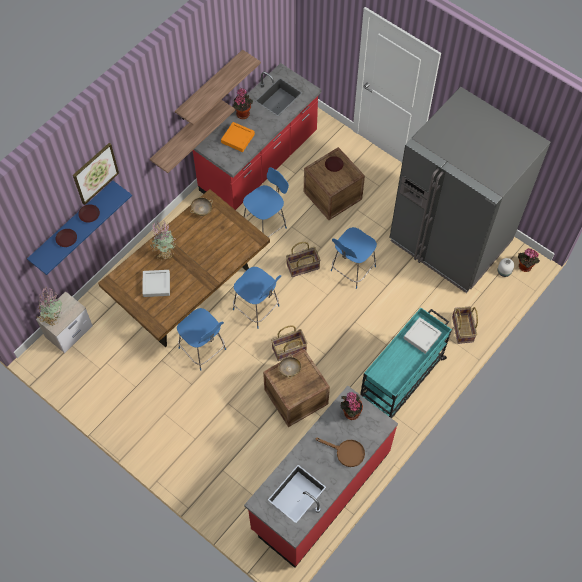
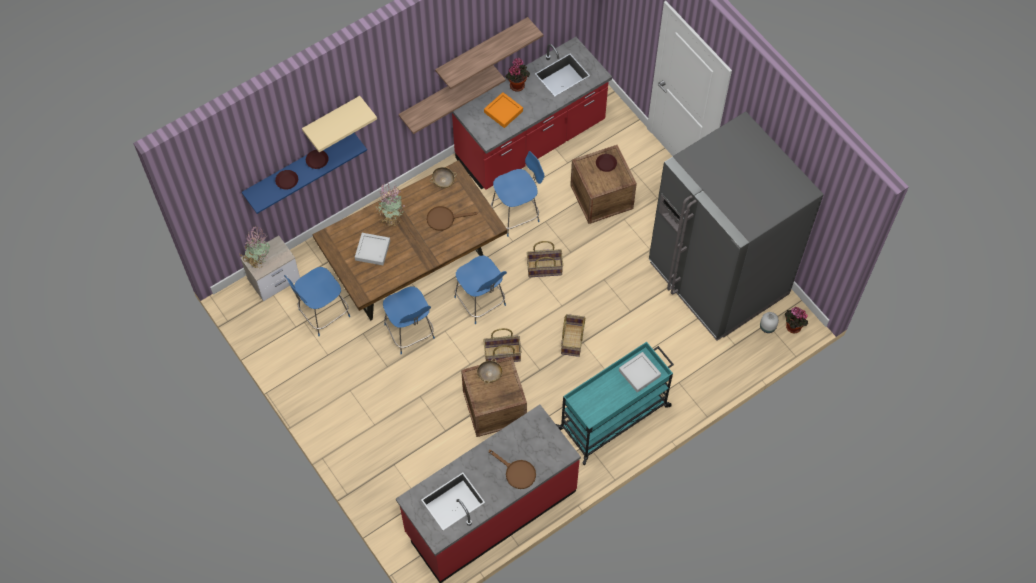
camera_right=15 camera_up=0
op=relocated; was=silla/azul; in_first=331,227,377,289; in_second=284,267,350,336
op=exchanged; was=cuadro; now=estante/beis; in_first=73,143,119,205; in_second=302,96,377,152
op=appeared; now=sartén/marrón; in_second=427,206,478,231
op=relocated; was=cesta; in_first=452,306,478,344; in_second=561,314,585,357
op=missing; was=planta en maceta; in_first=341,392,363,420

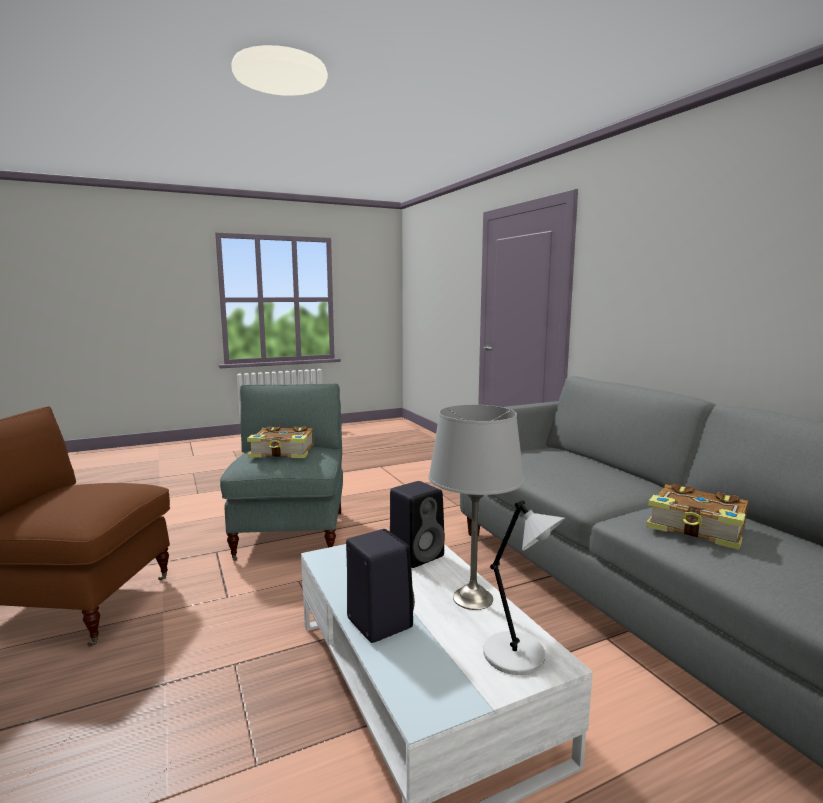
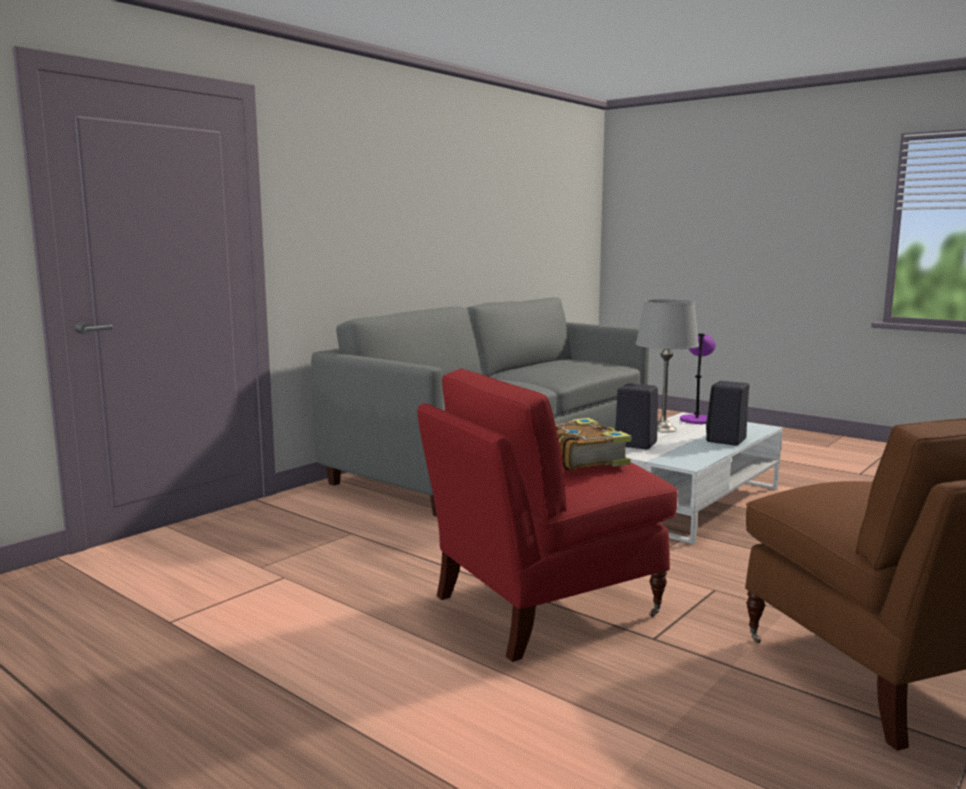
camera_right=-115 camera_up=0
op=colour; was=sillón/gris; now=sillón/rojo; in_first=220,383,343,560; in_second=418,368,678,662
op=colour; was=lámpara de mesa/gris; now=lámpara de mesa/morado; in_first=483,500,565,675; in_second=680,334,716,424
op=missing; was=libro; in_first=646,484,748,550

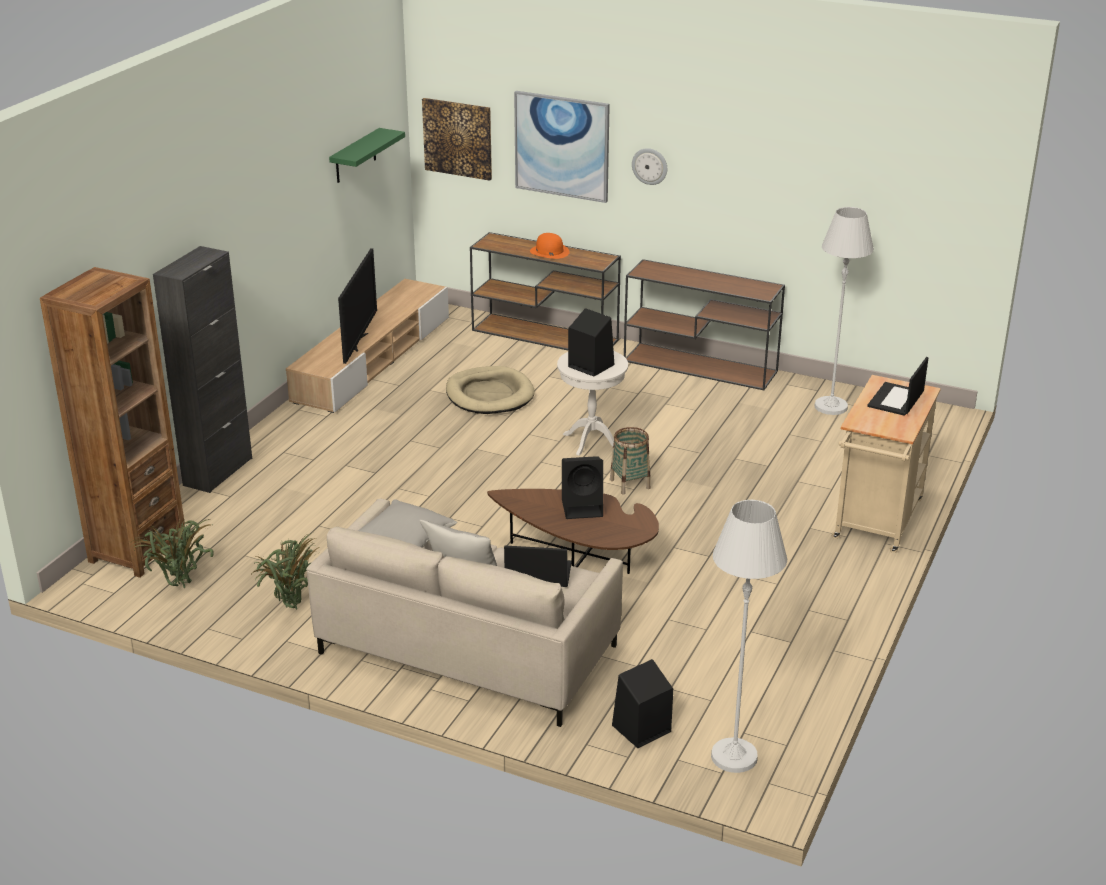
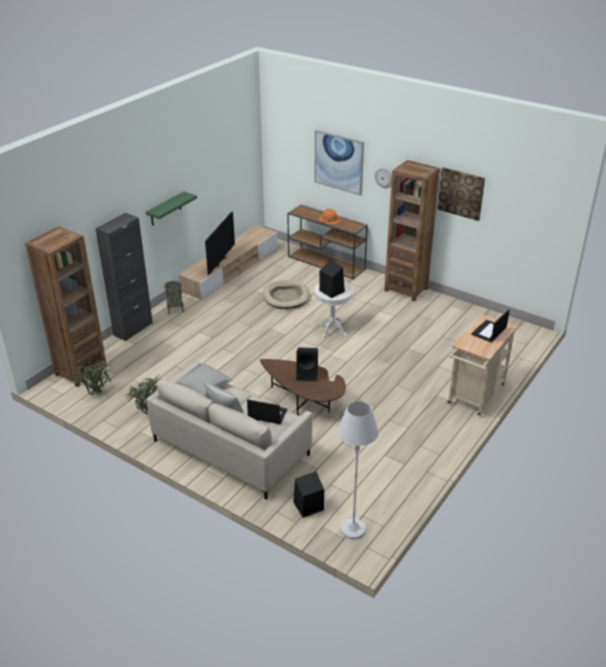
camera_right=10 camera_up=5
op=relocated; was=estante/verde; in_first=329,128,405,183; in_second=146,191,197,225
op=relocated; was=cesta; in_first=610,427,651,495; in_second=164,281,184,314
op=exchanged; was=mesa consola/marrón; now=estantería/marrón; in_first=624,259,785,390; in_second=384,160,440,301
op=relocated; was=cuadro; in_first=422,98,492,181; in_second=437,167,485,221
op=missing; was=lámpara de pie/blanco; in_first=814,207,874,415

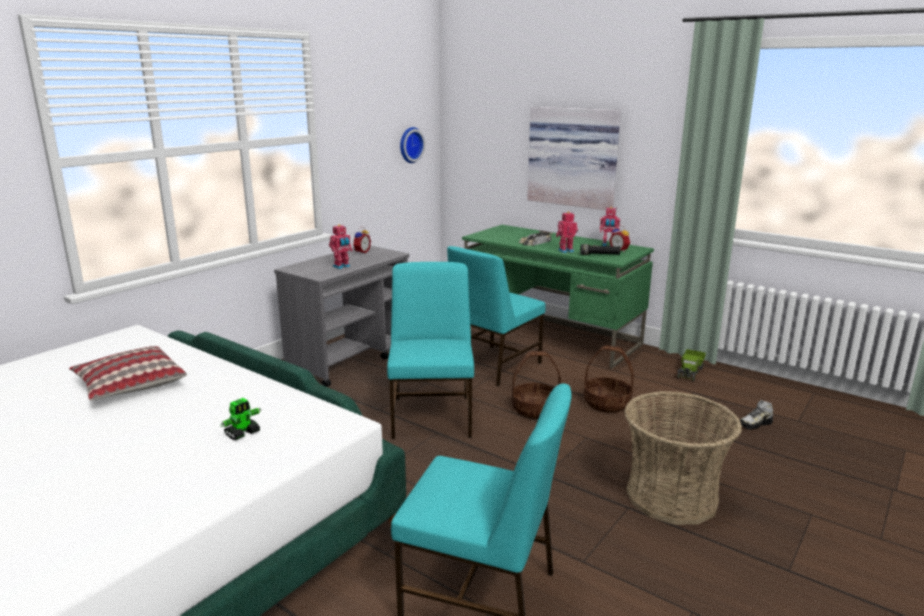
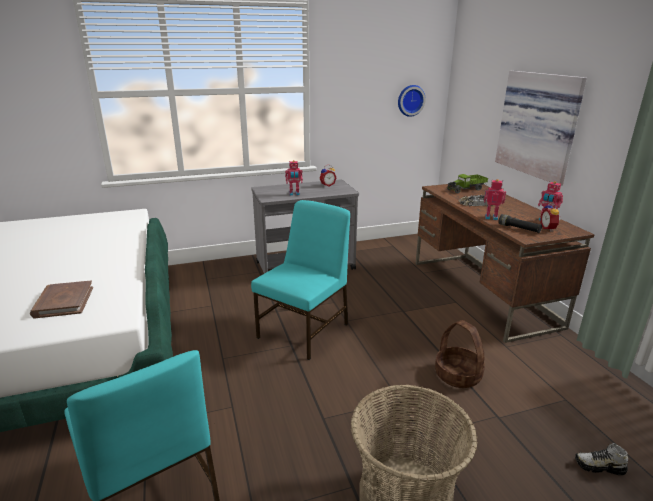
camera_right=35 camera_up=5
op=exchanged; was=robot de juguete; now=libro/marrón; in_first=220,398,261,440; in_second=30,281,93,319
op=colour; was=escritorio/verde; now=escritorio/marrón; in_first=462,225,654,369; in_second=415,184,595,343
op=relocated; was=camión de juguete; in_first=677,349,706,382; in_second=447,174,488,193
op=missing; was=cojín; in_first=69,346,187,401
op=missing; was=silla/turquesa; in_first=447,246,546,386
op=missing; was=cesta; in_first=512,351,561,419

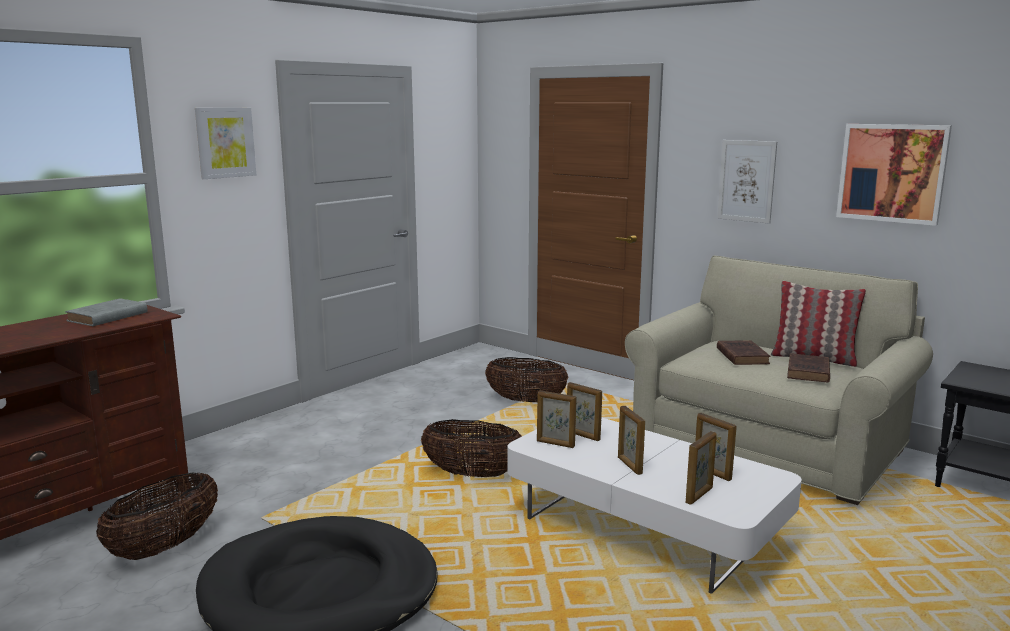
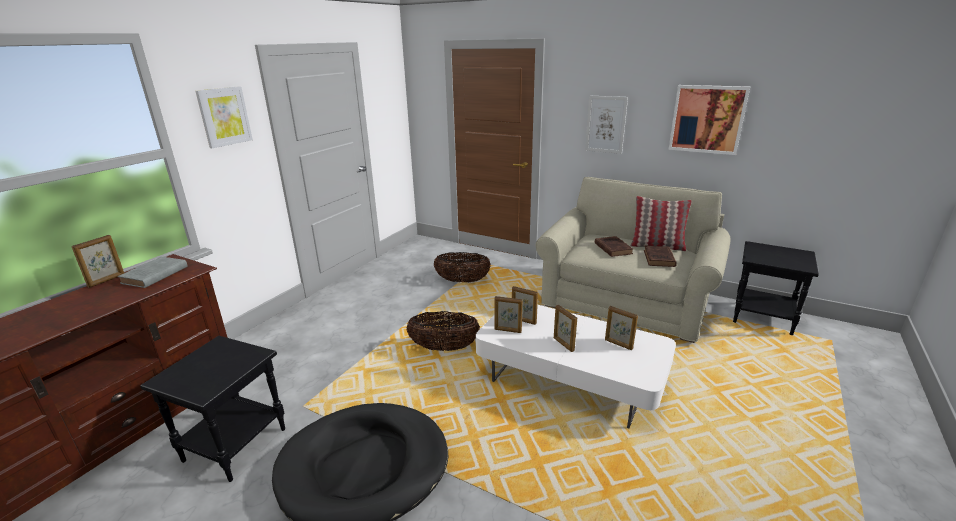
camera_right=-10 camera_up=10
op=relocated; was=portarretratos; in_first=686,431,716,505; in_second=71,235,124,288
op=exchanged; was=cesta; now=mesa auxiliar/negro; in_first=96,472,218,560; in_second=140,336,285,482

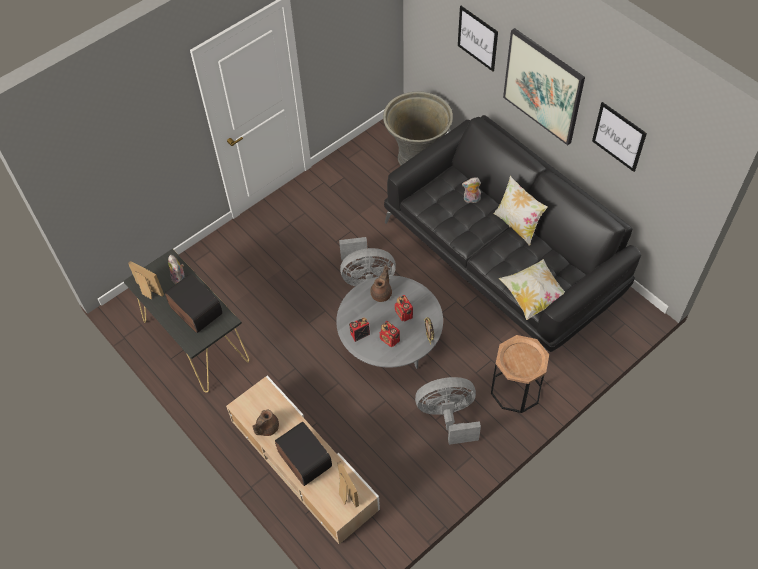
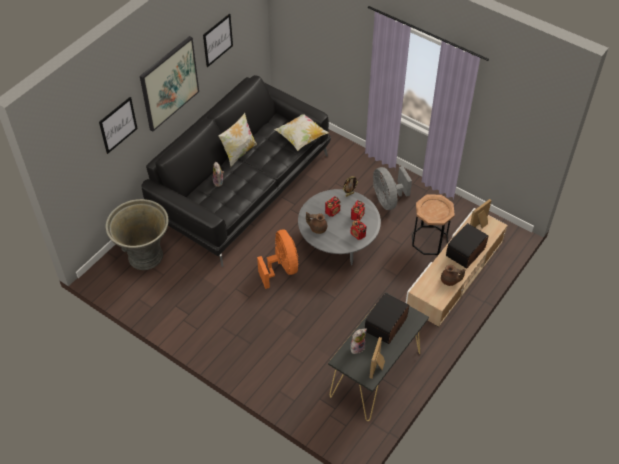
camera_right=-105 camera_up=-5
op=colour; was=ventilador/gris; now=ventilador/naranja; in_first=339,237,396,286; in_second=257,230,298,289
op=relocated; was=mesa auxiliar/marrón; in_first=491,335,549,413; in_second=412,194,455,255

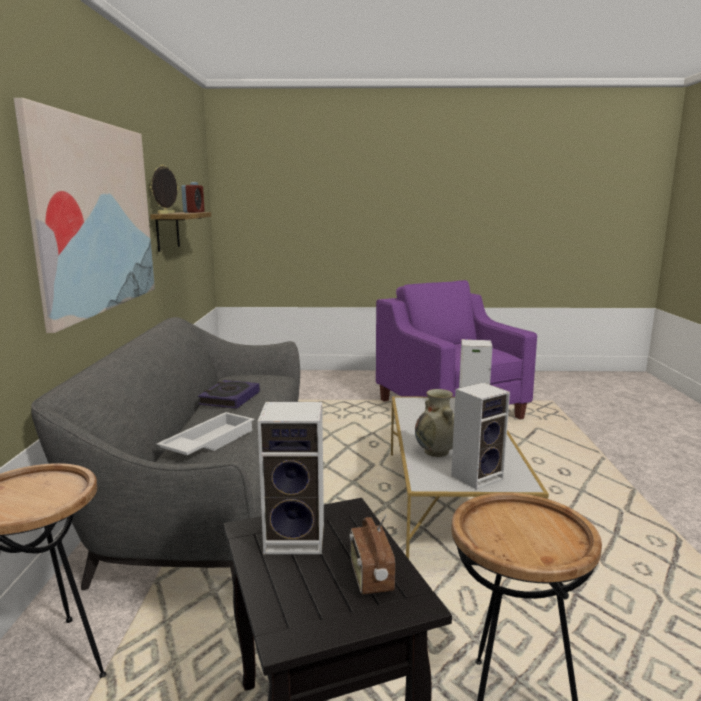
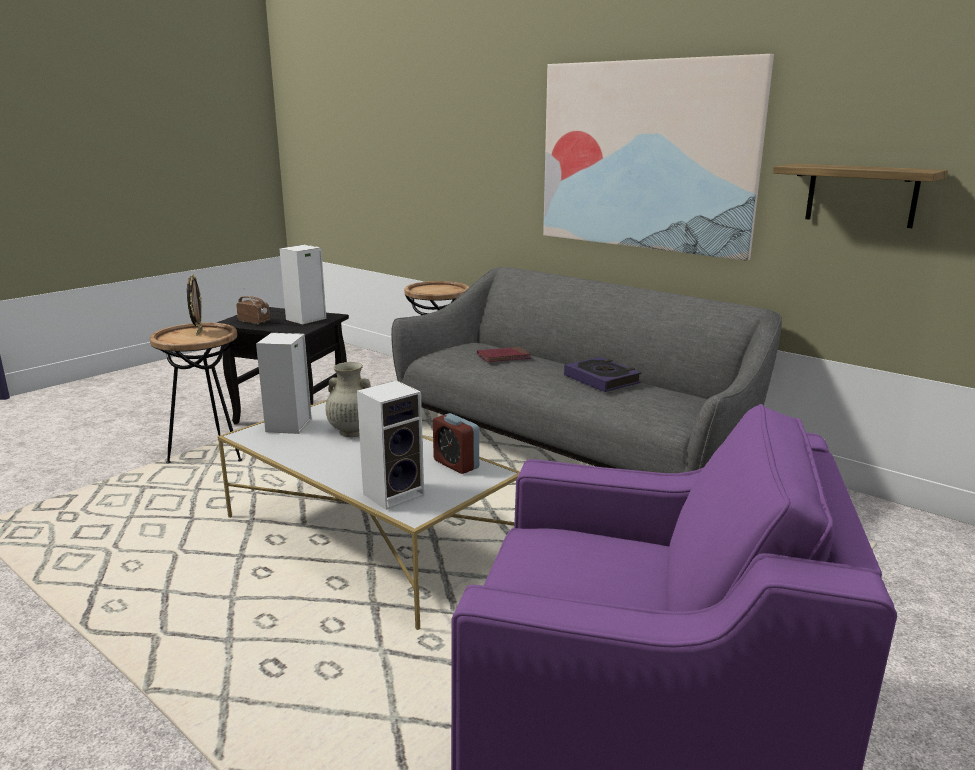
camera_right=130 camera_up=5
op=relocated; was=portarretratos; in_first=149,165,178,214; in_second=187,274,203,336
op=relocated; was=despertador; in_first=181,182,205,213; in_second=433,413,479,474
op=exchanged; was=bandeja/blanco; now=libro/rojo; in_first=156,412,254,455; in_second=477,347,531,362

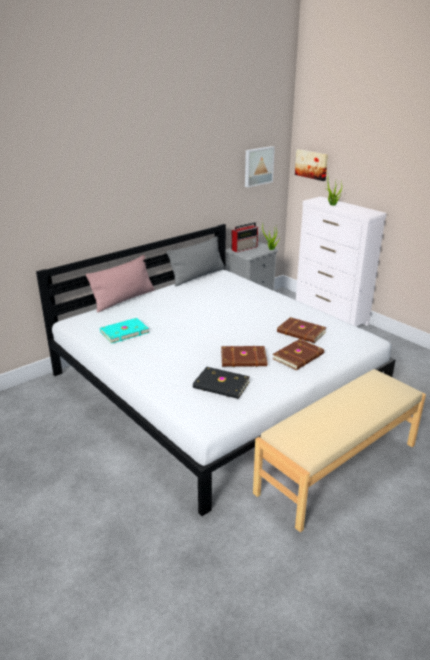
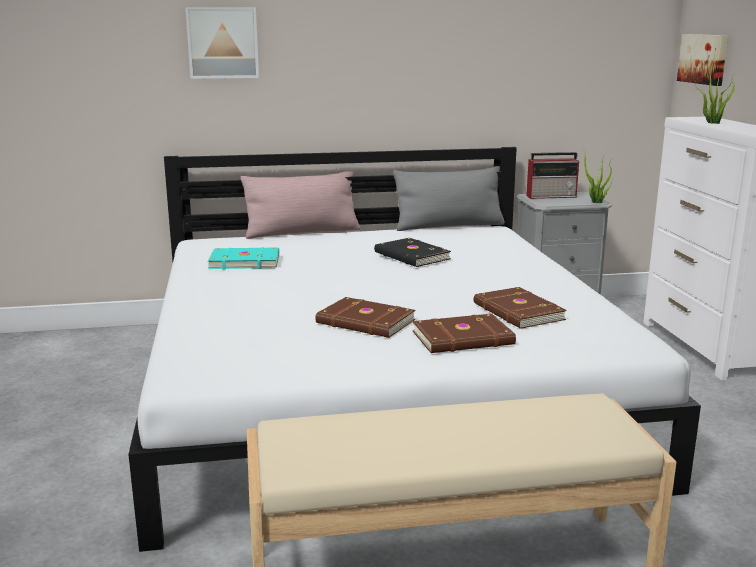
camera_right=30 camera_up=-10
op=relocated; was=cuadro; in_first=245,146,275,187; in_second=185,7,259,79
op=relocated; was=libro/negro; in_first=193,367,250,399; in_second=374,238,451,267

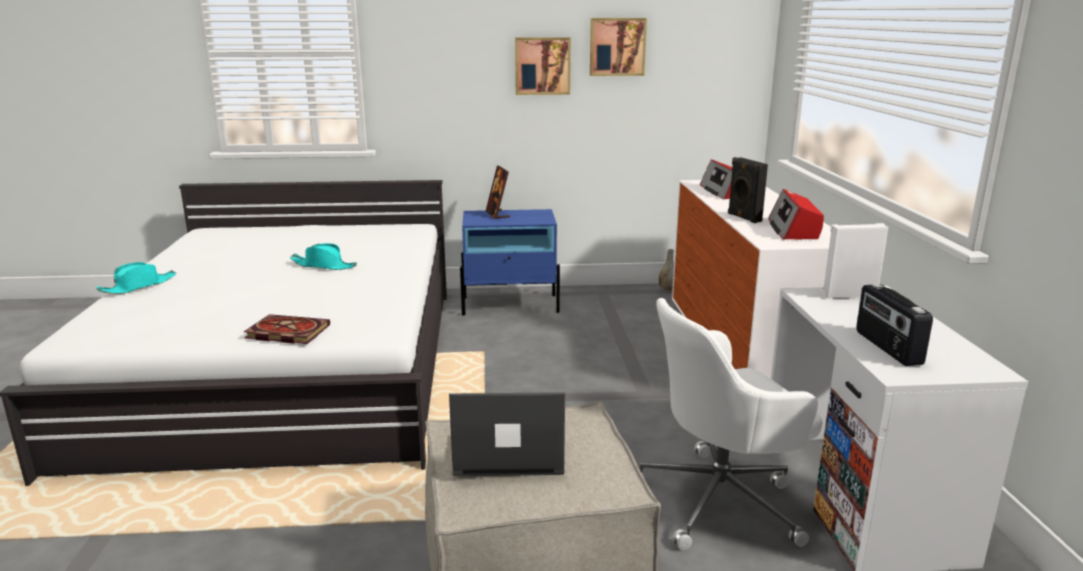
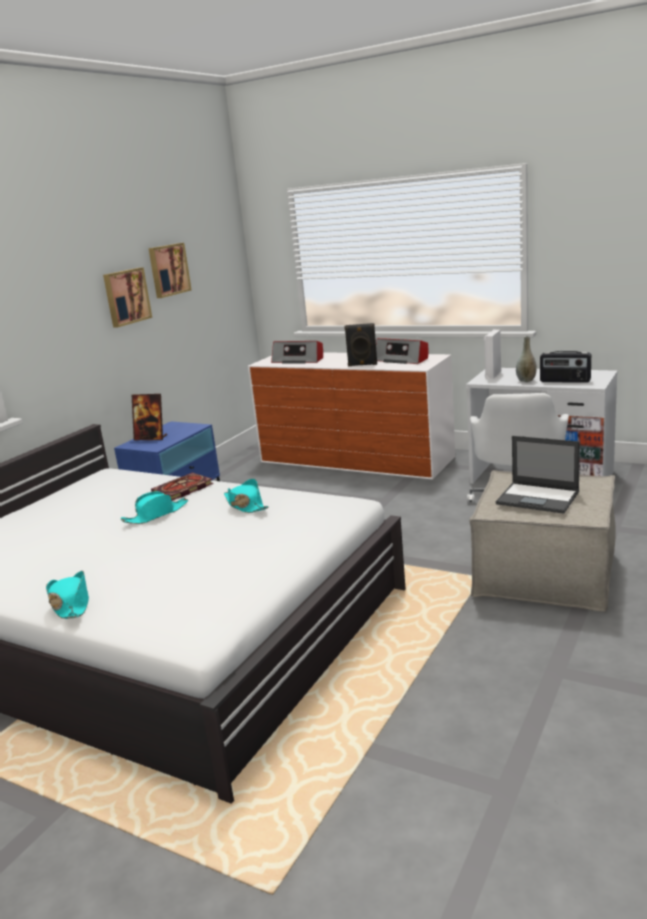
camera_right=-55 camera_up=0
op=relocated; was=libro; in_first=244,314,330,344; in_second=151,473,214,501
op=appeared; now=sombrero/turquesa; in_second=224,479,269,513
op=spun; was=portátil; in_first=449,392,565,476; in_second=496,436,580,514; clockwise=-90
op=relocated; was=florero/gris; in_first=659,249,674,292; in_second=516,336,537,382

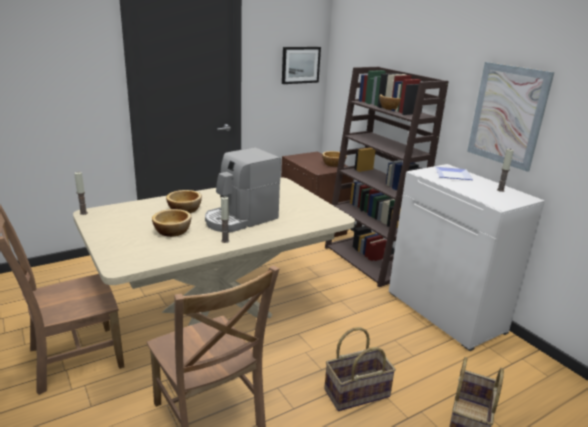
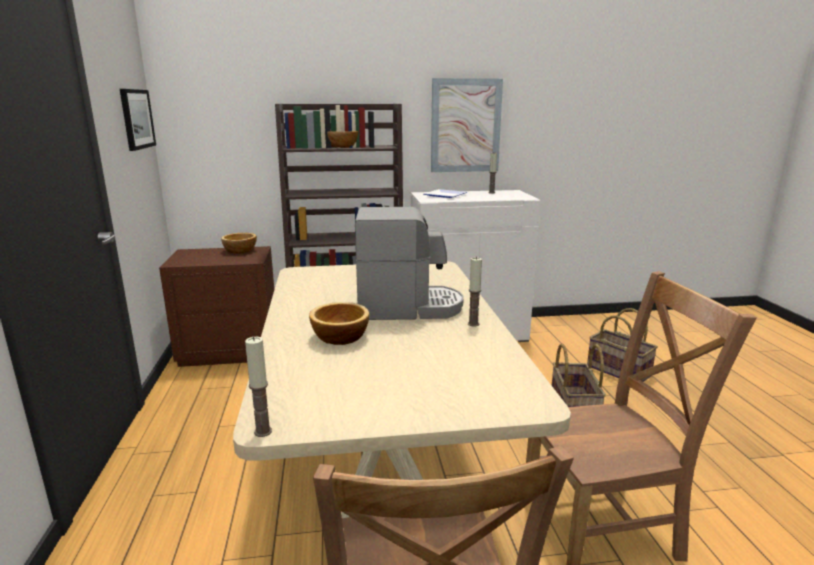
camera_right=-65 camera_up=-5
op=spun; was=cafetera; in_first=205,147,281,232; in_second=355,207,464,320; clockwise=-75
op=missing; was=cuenco; in_first=152,209,191,237

